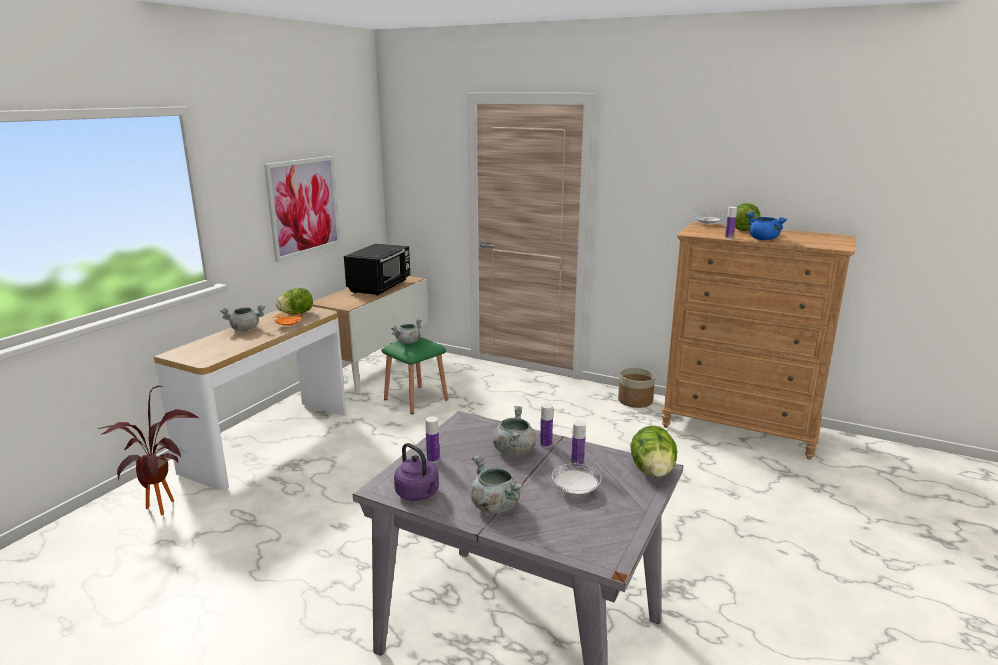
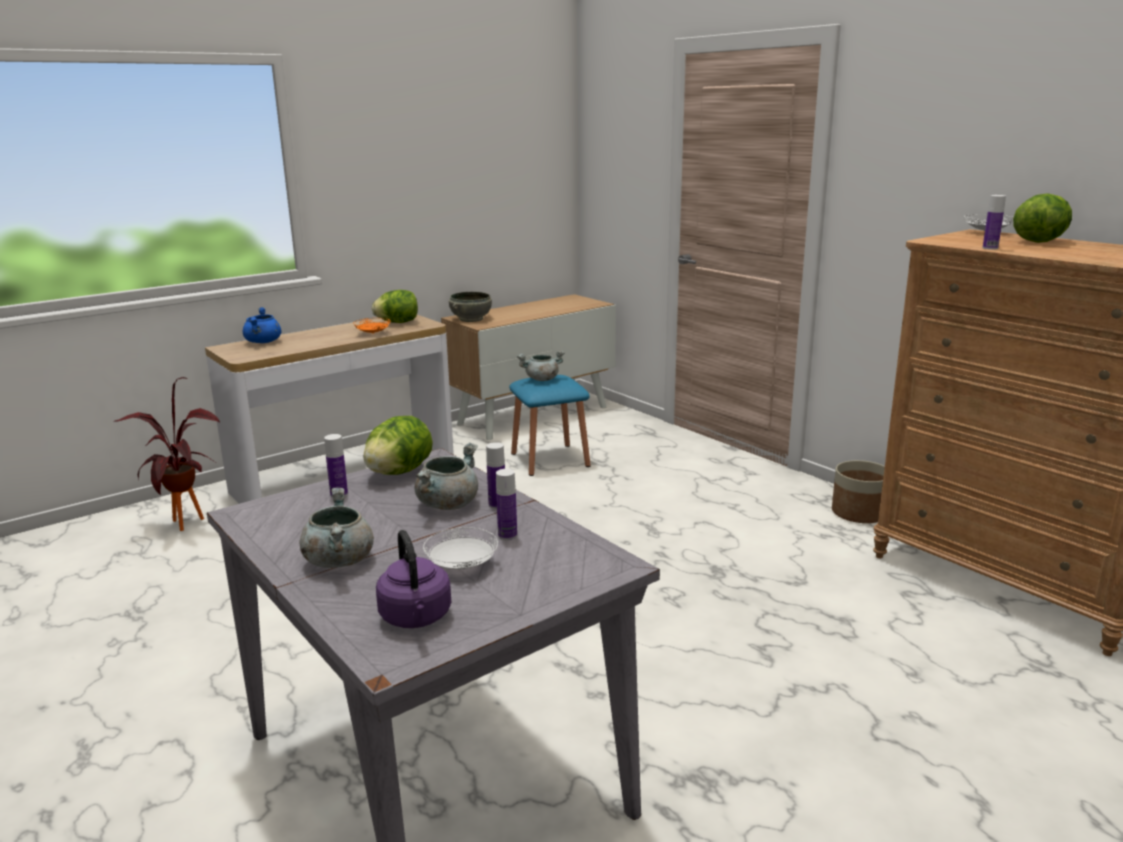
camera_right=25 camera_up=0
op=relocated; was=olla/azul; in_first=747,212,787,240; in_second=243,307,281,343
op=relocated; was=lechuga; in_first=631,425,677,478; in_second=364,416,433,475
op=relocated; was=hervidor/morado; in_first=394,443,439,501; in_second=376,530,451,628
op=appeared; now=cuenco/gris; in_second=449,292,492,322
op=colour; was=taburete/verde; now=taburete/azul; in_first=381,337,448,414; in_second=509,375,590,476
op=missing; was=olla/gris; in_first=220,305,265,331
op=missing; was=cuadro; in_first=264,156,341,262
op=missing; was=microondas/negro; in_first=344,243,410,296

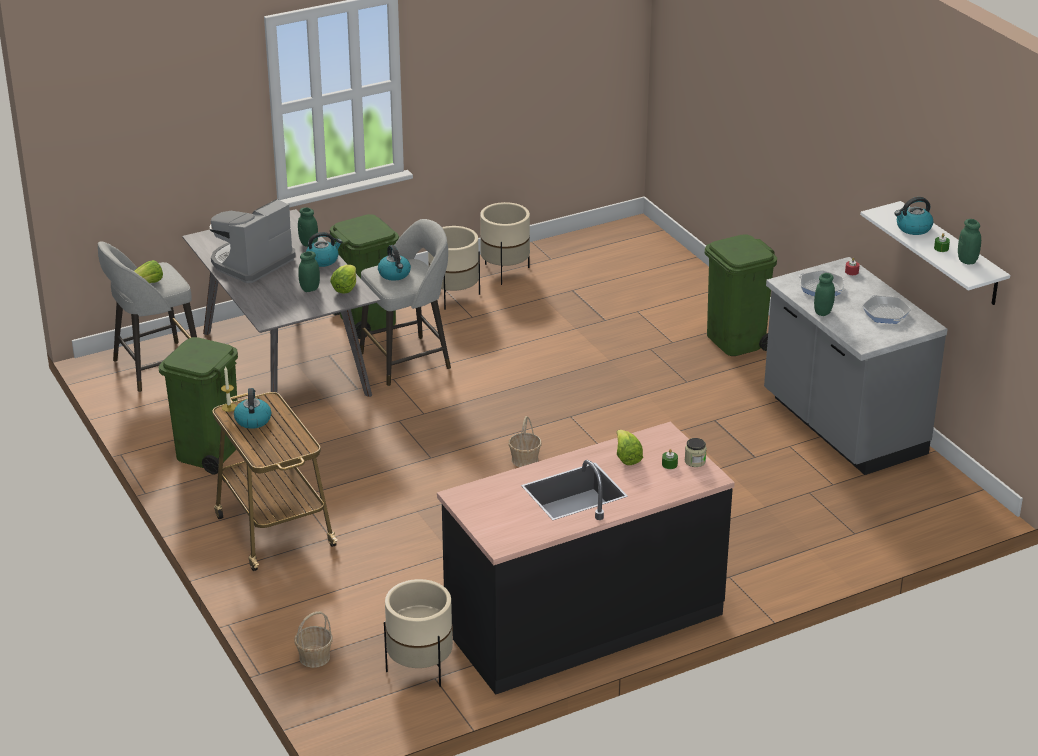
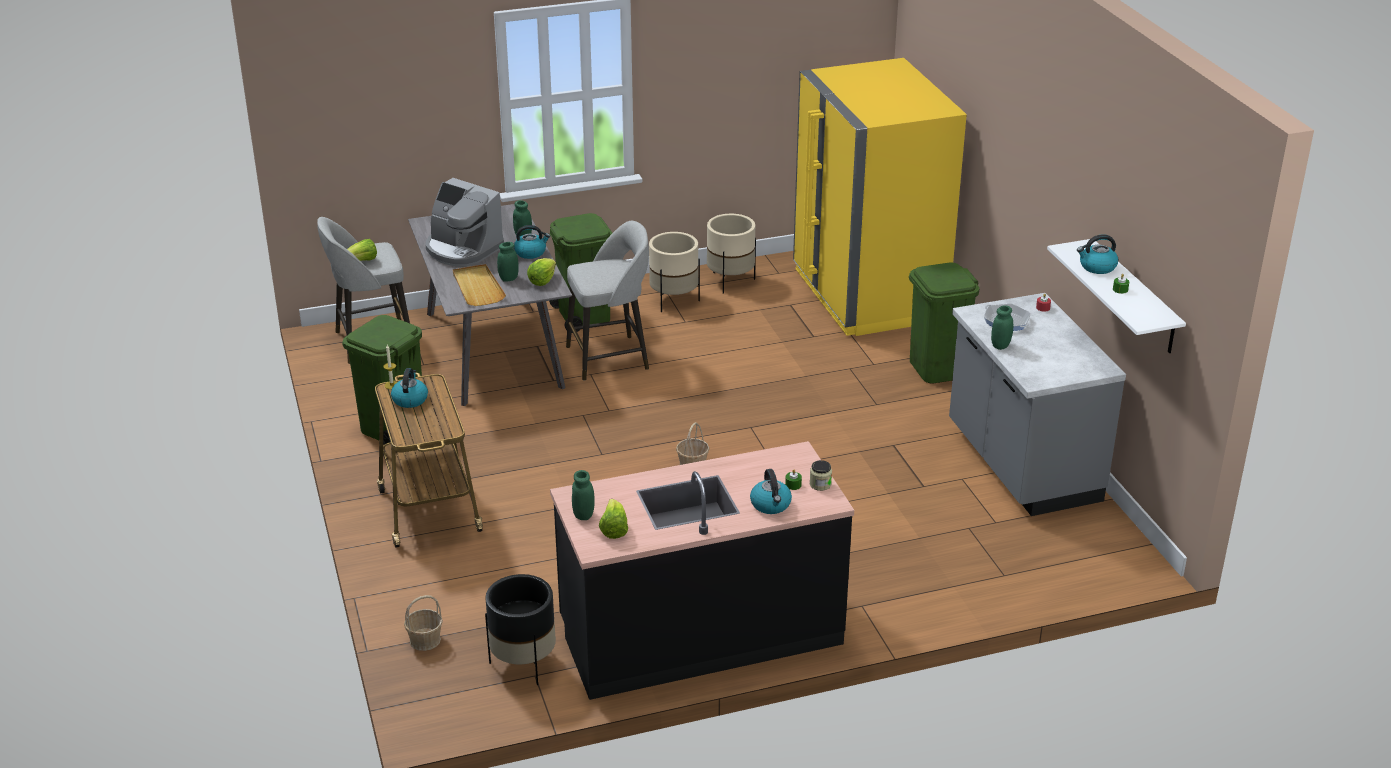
camera_right=10 camera_up=0
op=spun; was=cafetera; in_first=210,198,296,283; in_second=426,178,504,267; clockwise=-105
op=appeared; now=bandeja/beis; in_second=453,264,506,306
op=colour; was=maceta/beis; now=maceta/negro; in_first=384,579,453,687; in_second=485,574,556,685
op=relocated; was=tarro/verde; in_first=958,219,981,265; in_second=572,470,595,520
op=relocated; was=lechuga; in_first=617,430,643,465; in_second=599,499,628,539
op=relocated; was=hervidor; in_first=378,245,411,281; in_second=750,469,792,514
op=appeared; now=nevera/amarillo; in_second=793,58,967,336
op=missing; was=sartén; in_first=862,295,911,324

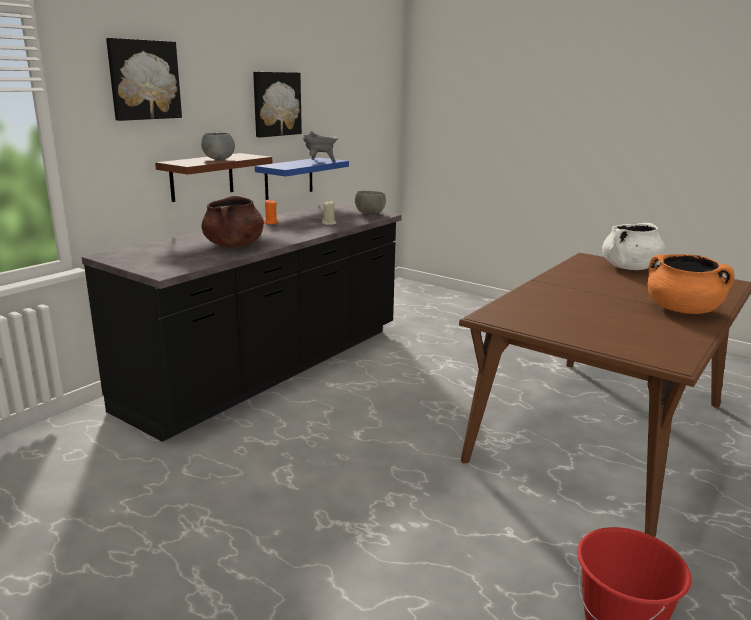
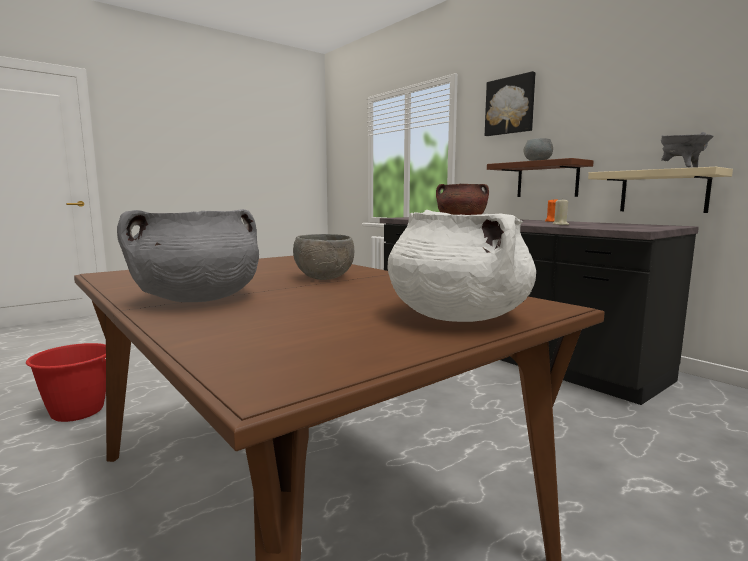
camera_right=105 camera_up=-10
op=colour; was=olla/naranja; now=olla/gris; in_first=648,254,735,314; in_second=117,209,259,302
op=relocated; was=cuenco/gris; in_first=355,191,386,215; in_second=293,234,354,280
op=colour; was=estante/azul; now=estante/beis; in_first=255,158,349,200; in_second=588,167,733,213
op=missing; was=cuadro; in_first=253,72,302,138

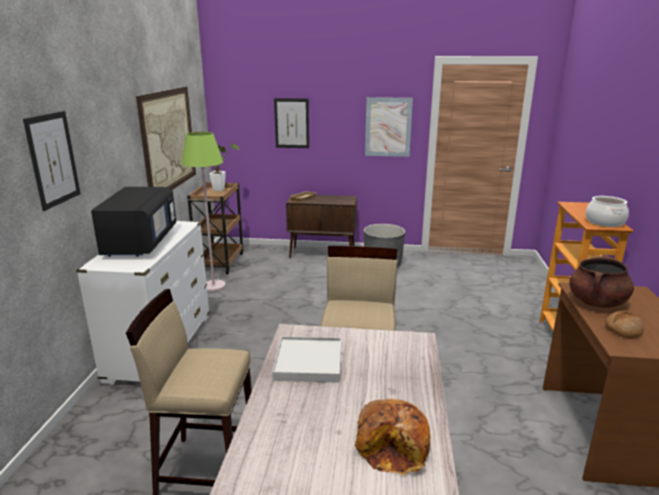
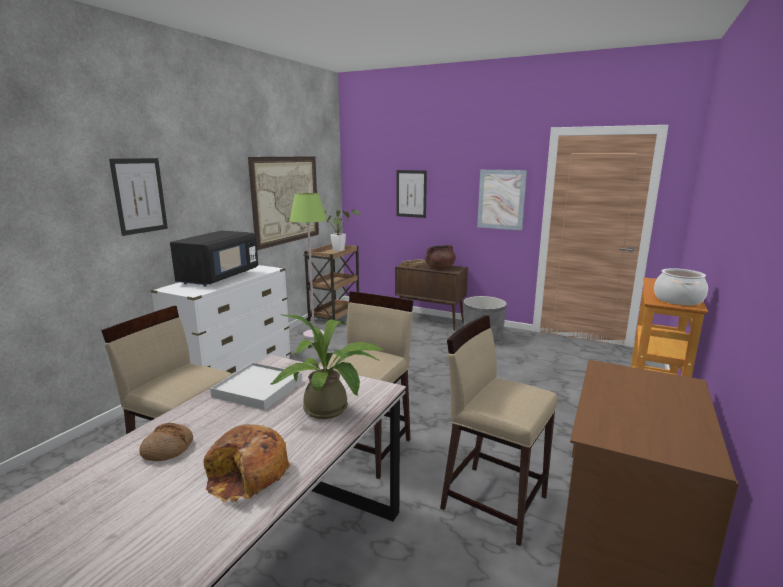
camera_right=20 camera_up=-5
op=relocated; was=pan; in_first=605,310,644,338; in_second=139,423,193,461
op=appeared; now=planta en maceta; in_second=271,314,384,419
op=relocated; was=olla/marrón; in_first=569,255,634,308; in_second=425,245,456,269
op=appeared; now=taburete/beis; in_second=440,315,558,546

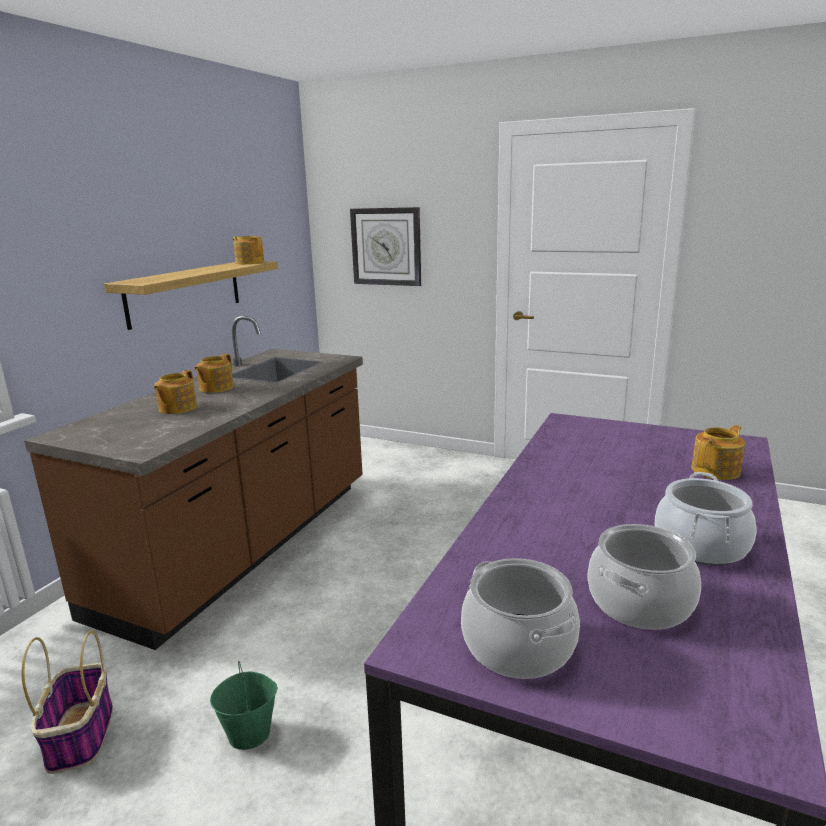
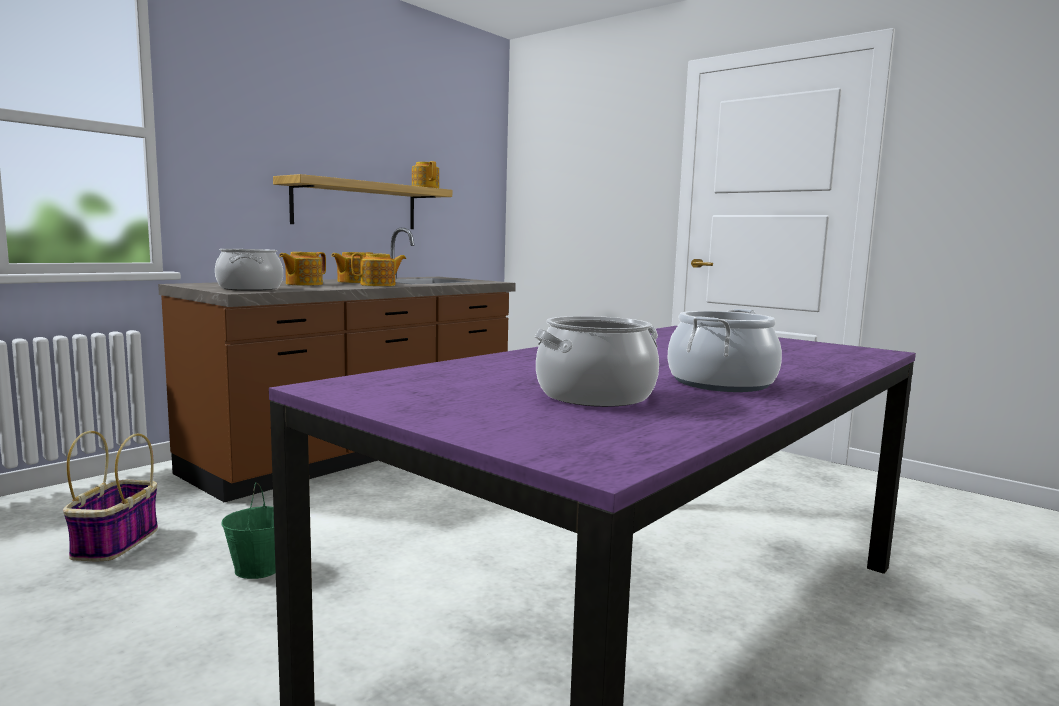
camera_right=15 camera_up=-10
op=relocated; was=olla; in_first=461,558,580,679; in_second=215,249,283,290
op=relocated; was=tetera; in_first=691,425,745,480; in_second=351,253,406,286
op=missing; was=reloj de pared; in_first=350,207,421,286

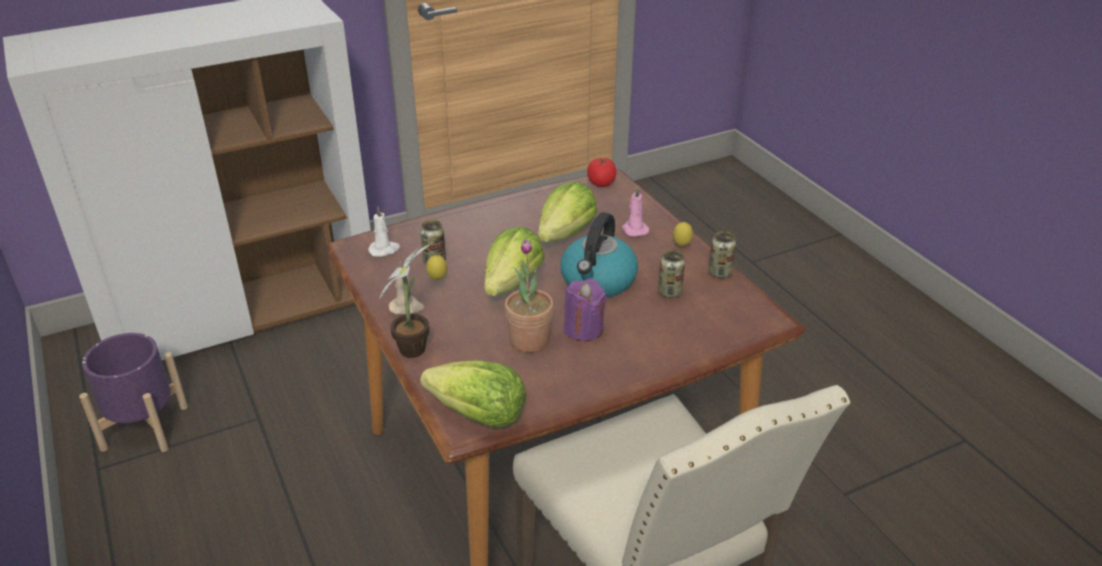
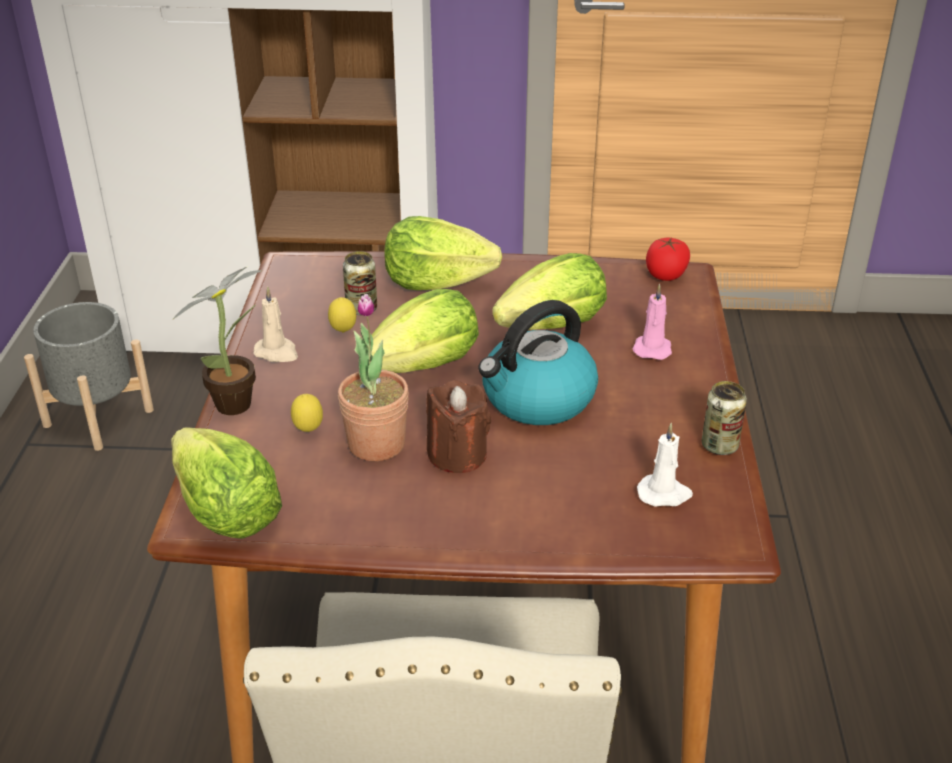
camera_right=30 camera_up=0
op=colour; was=maceta/morado; now=maceta/gris; in_first=79,333,188,452; in_second=24,302,154,451
op=relocated; was=limón; in_first=673,222,693,246; in_second=291,394,323,432
op=appeared; now=lechuga; in_second=384,216,502,290
op=colour; was=vela/morado; now=vela/marrón; in_first=563,279,607,341; in_second=426,380,491,473
op=relocated; was=vela/blanco; in_first=368,206,400,257; in_second=637,422,693,507
op=missing; was=lata; in_first=658,250,685,298

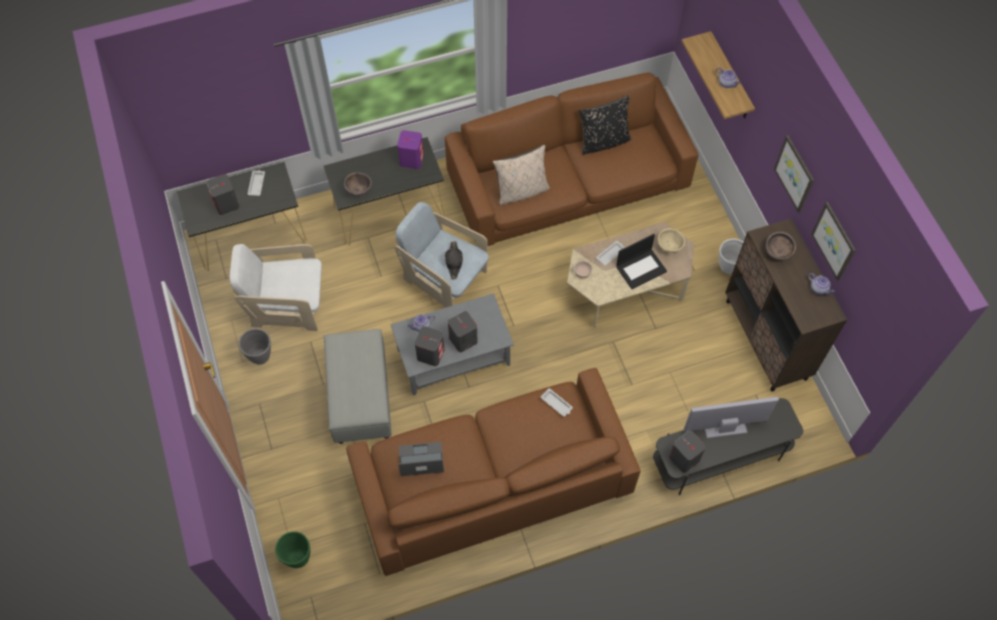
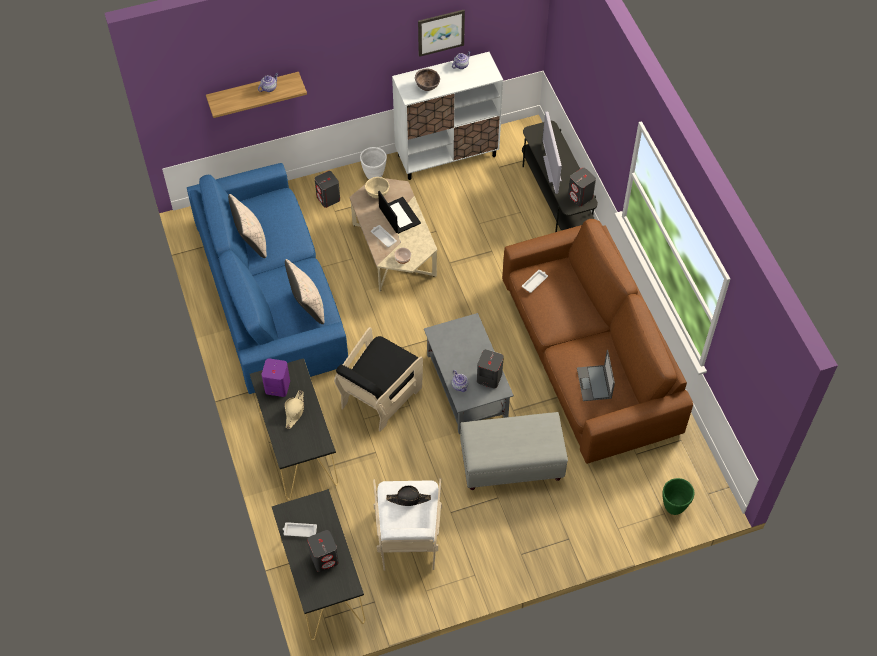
camera_right=-90 camera_up=-5
op=colour; was=sofá/marrón; now=sofá/azul; in_first=445,73,699,246; in_second=187,163,348,394
op=colour; was=cojín/negro; now=cojín/beis; in_first=579,96,631,155; in_second=228,194,267,258
op=appeared; now=sombrero/beis; in_second=284,390,304,429
op=relocated; was=altavoz/gris; in_first=448,311,478,352; in_second=315,171,340,208
op=colour; was=sillón/beis; now=sillón/negro; in_first=395,202,489,308; in_second=334,327,423,432
op=relocated; was=sombrero/negro; in_first=445,241,463,280; in_second=386,485,431,506
op=colour; was=armario/marrón; now=armario/blanco; in_first=725,218,847,392; in_second=392,52,503,180
op=missing; was=maceta/gris; in_first=238,328,271,365
op=missing; was=cuenco/marrón; in_first=344,172,372,197
op=missing; was=cuadro; in_first=774,135,814,213

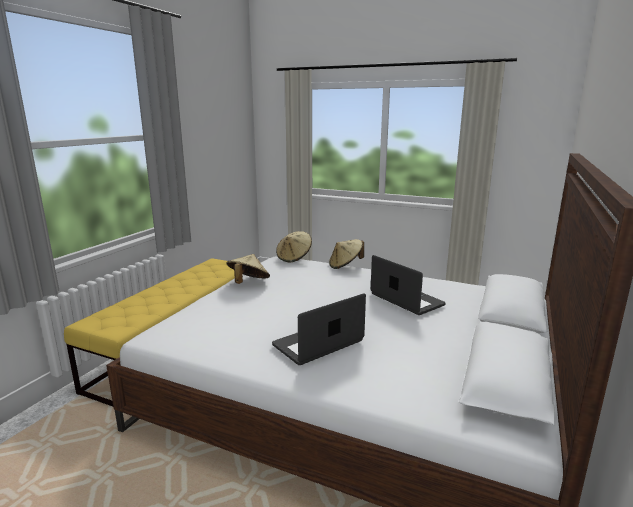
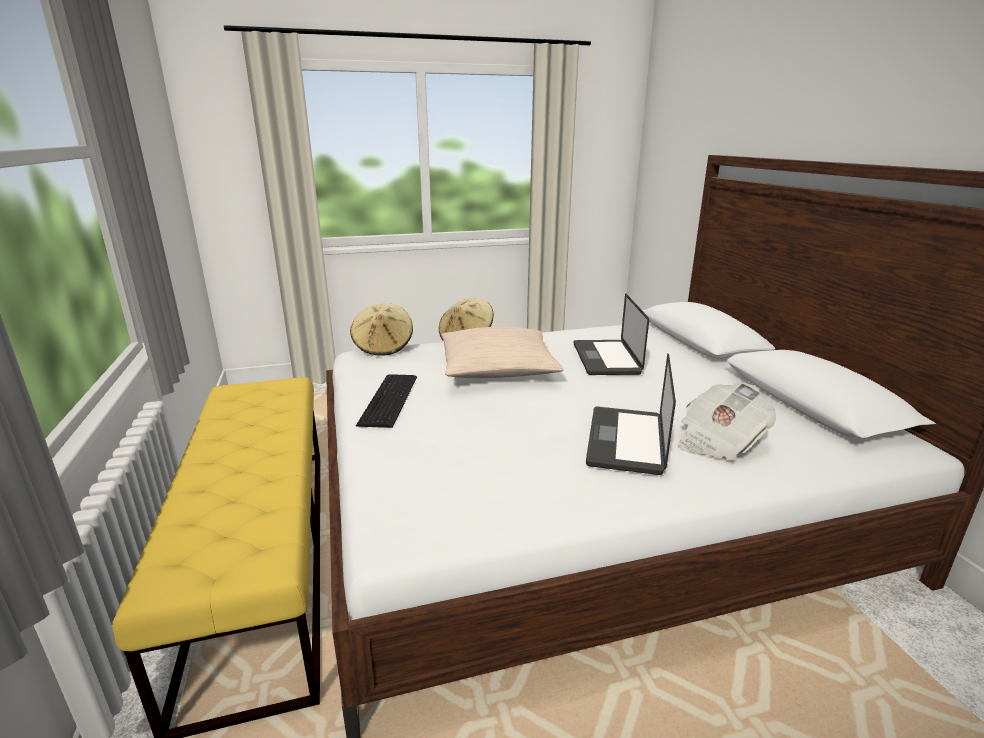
camera_right=-40 camera_up=5
op=exchanged; was=sombrero/beis; now=teclado; in_first=226,254,270,284; in_second=356,374,417,428
op=appeared; now=cojín/beis; in_second=441,327,564,378
op=spun; was=portátil; in_first=371,255,446,315; in_second=574,293,649,375; clockwise=-105
op=appeared; now=periódico; in_second=678,383,776,460

